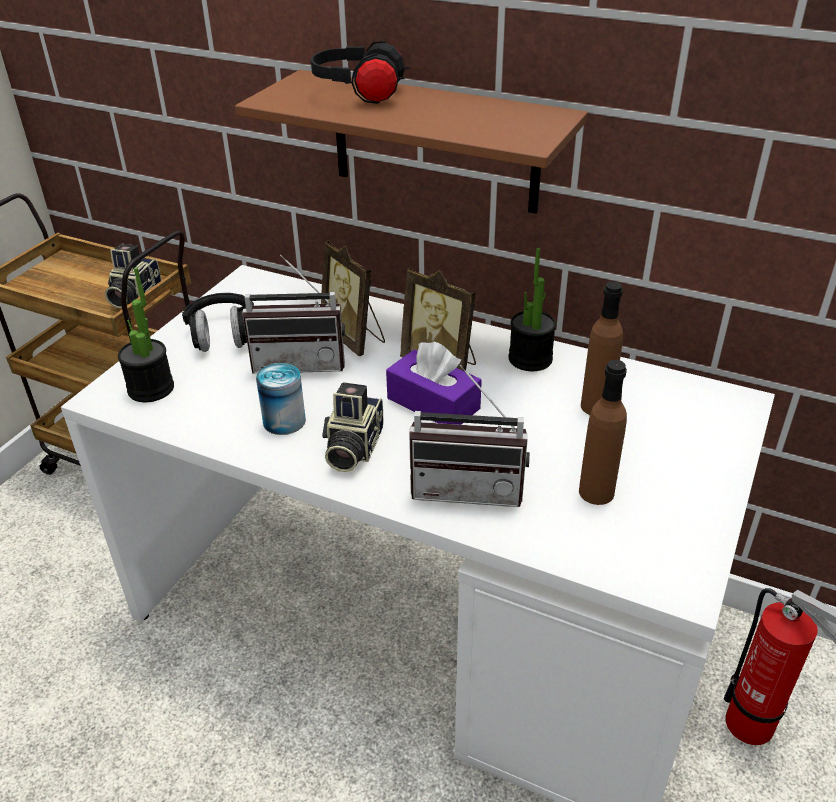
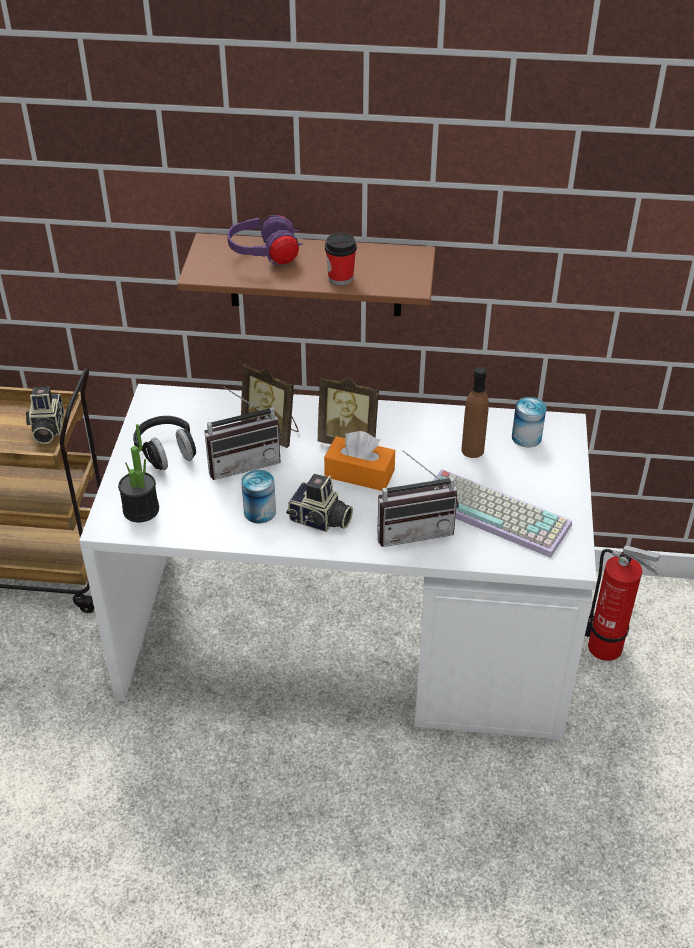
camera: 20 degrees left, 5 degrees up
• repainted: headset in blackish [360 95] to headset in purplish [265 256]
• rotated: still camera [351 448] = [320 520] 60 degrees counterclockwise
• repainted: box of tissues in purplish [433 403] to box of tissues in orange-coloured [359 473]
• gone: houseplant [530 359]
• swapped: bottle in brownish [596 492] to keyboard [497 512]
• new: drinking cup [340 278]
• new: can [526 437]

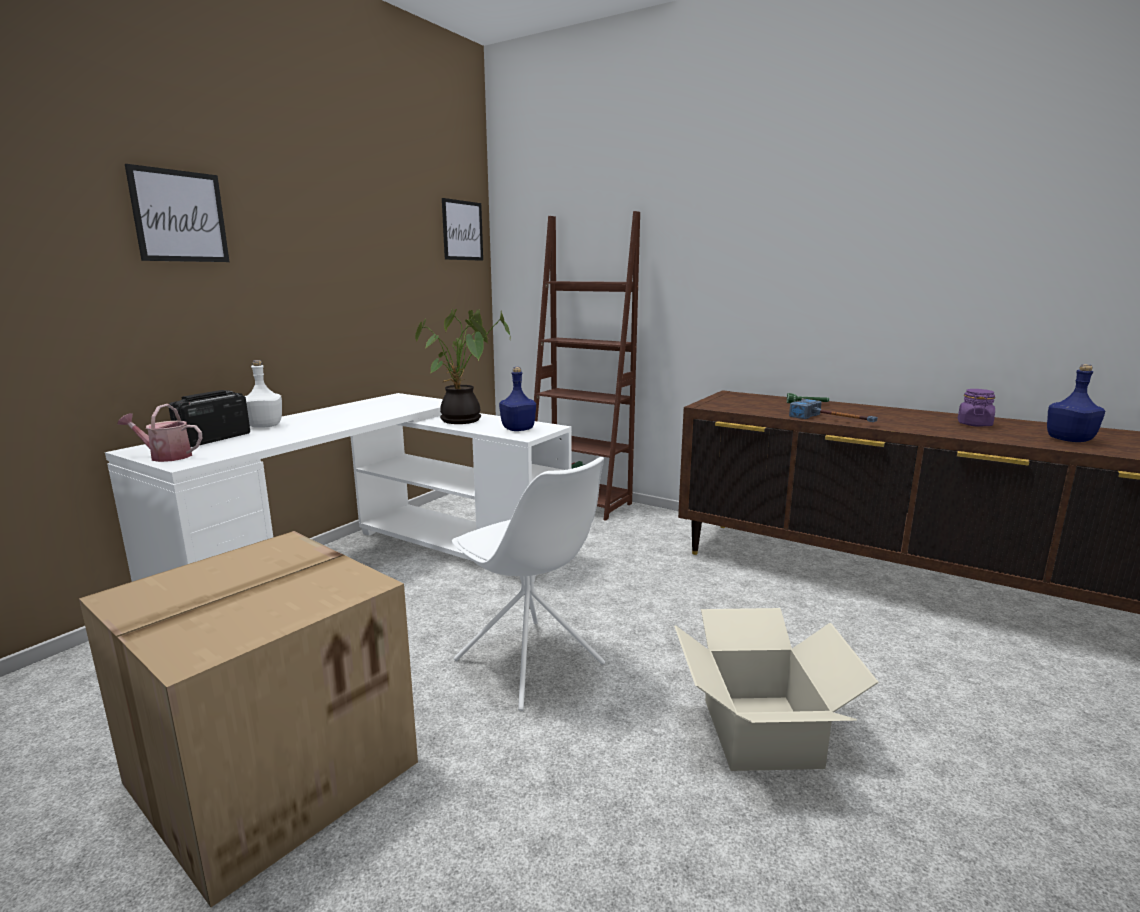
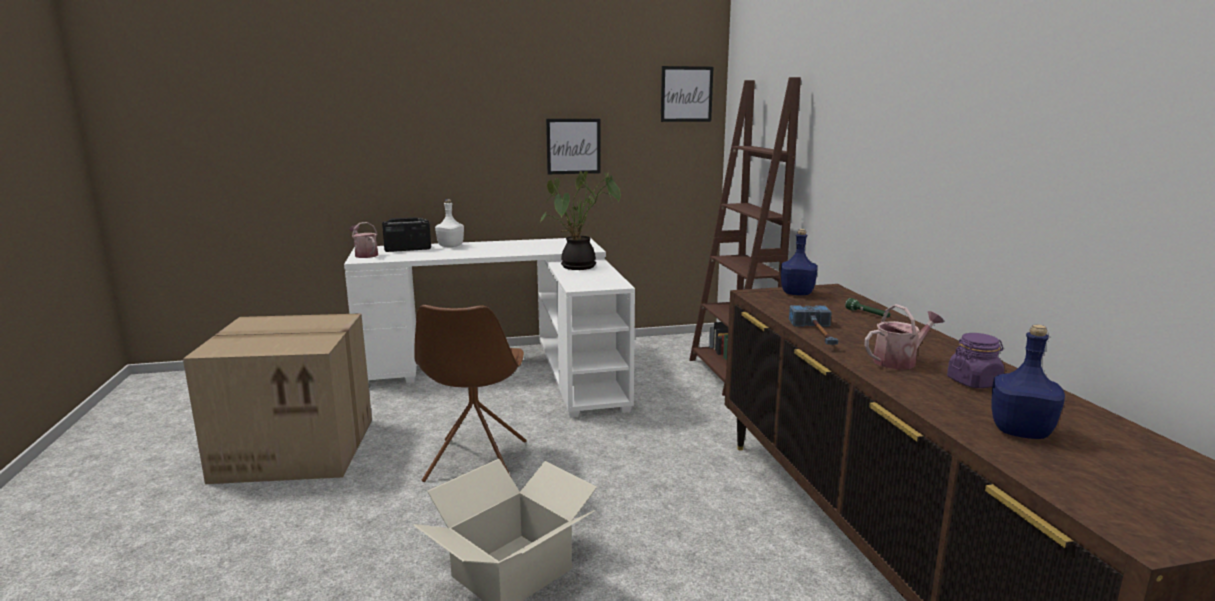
camera: 45 degrees right, 0 degrees up
• shifted: wall art [179 216] to [573 146]
• repainted: chair in white [530 664] to chair in brownish [476 462]
• shifted: bottle in blue-coloured [517 429] to [796 293]
• new: watering can [899 361]

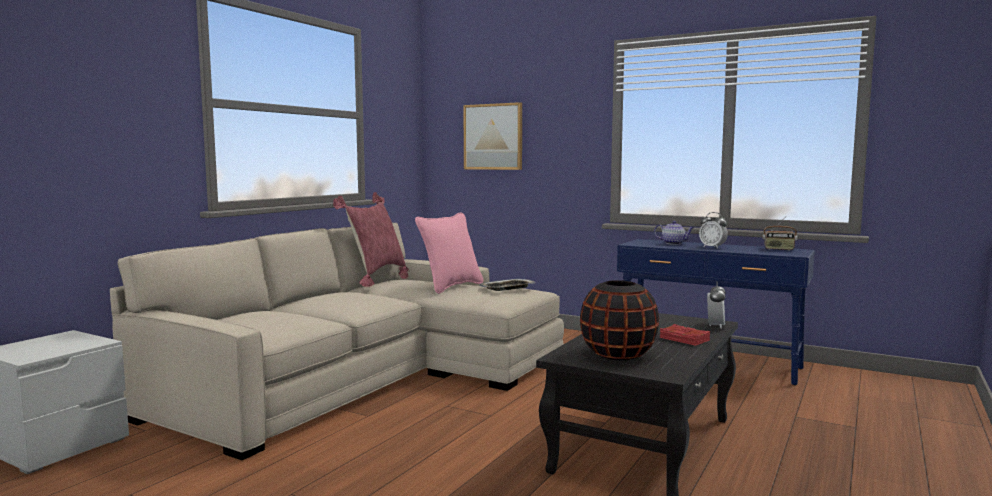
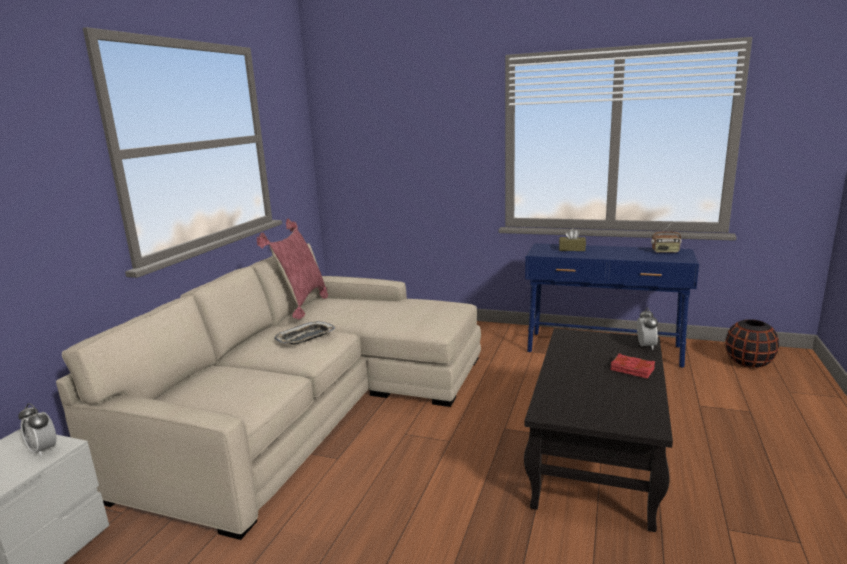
camera: 10 degrees left, 10 degrees up
• gone: throw pillow in pink-coloured [451 287]
• gone: wall art [493 137]
• shifted: carrying tray [507 288] to [305 337]
• shifted: flower vase in blackish [617 355] to [748 363]
• swapped: tea pot [673 243] to box of tissues in brownish [572 249]
• shifted: table clock [712 247] to [43 450]

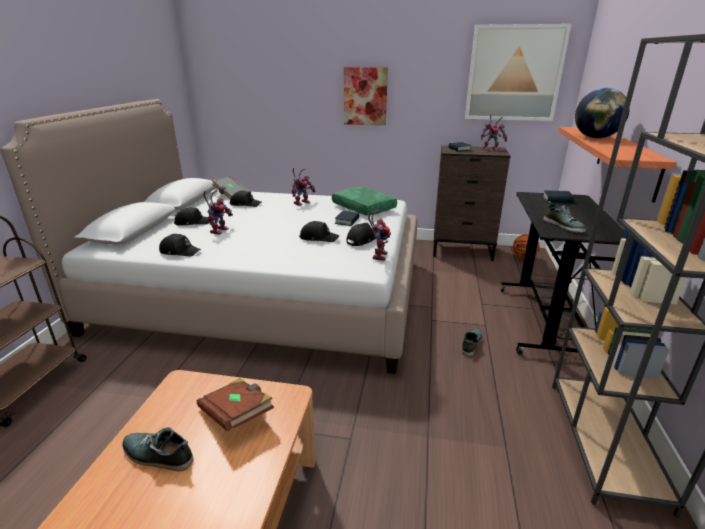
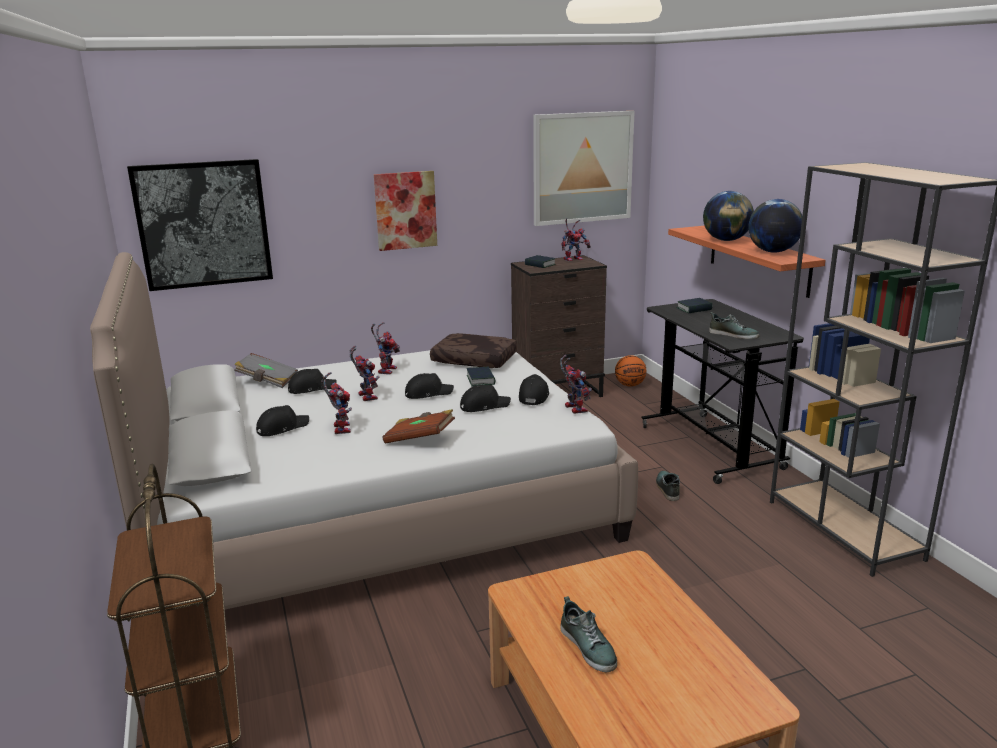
camera: 30 degrees left, 5 degrees down
• rotated: shoe [157 455] = [588 647] 105 degrees counterclockwise
• shifted: cap in blackish [180 251] to [428 393]
• shifted: bound book in brownish [237 414] to [420 439]
• repainted: throw pillow in green [362 208] to throw pillow in brownish [473 360]
• new: wall art [203 224]
• new: model robot [365 396]
• new: globe [773 252]

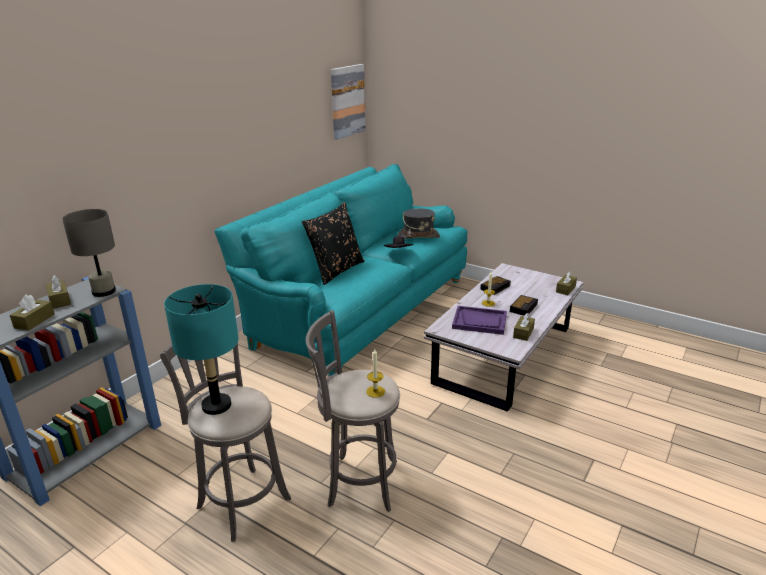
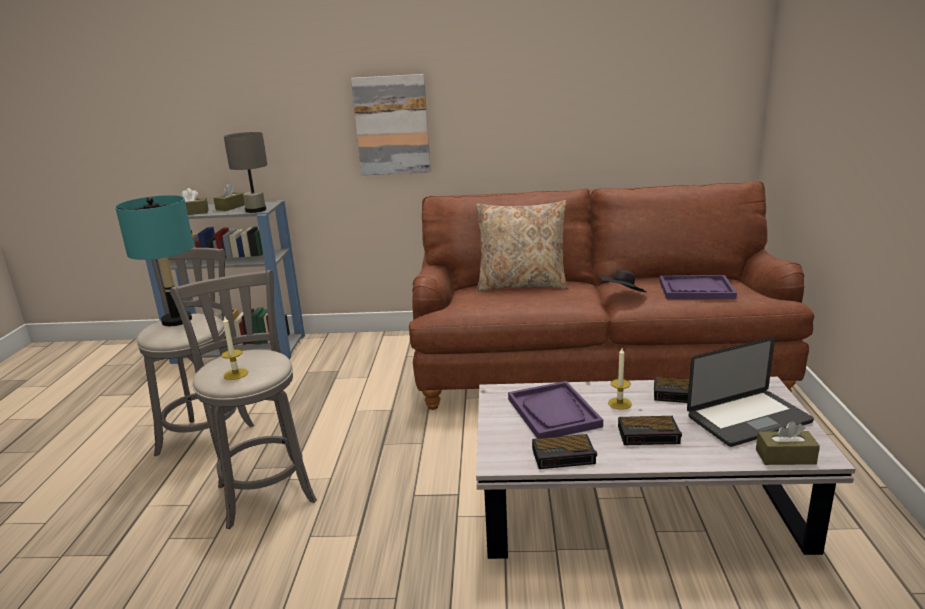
camera: 60 degrees right, 5 degrees down
• repainted: sofa in blue-green [358 309] to sofa in brownish [592 364]
• repainted: throw pillow in blackish [336 270] to throw pillow in sand-coloured [522 285]
• shifted: wall art [347 101] to [392 125]
• swapped: hat in greyish [418 236] to carrying tray in purplish [695 290]
• swapped: box of tissues in brownish [523 333] to table clock [564 456]
• new: notebook computer [748 419]

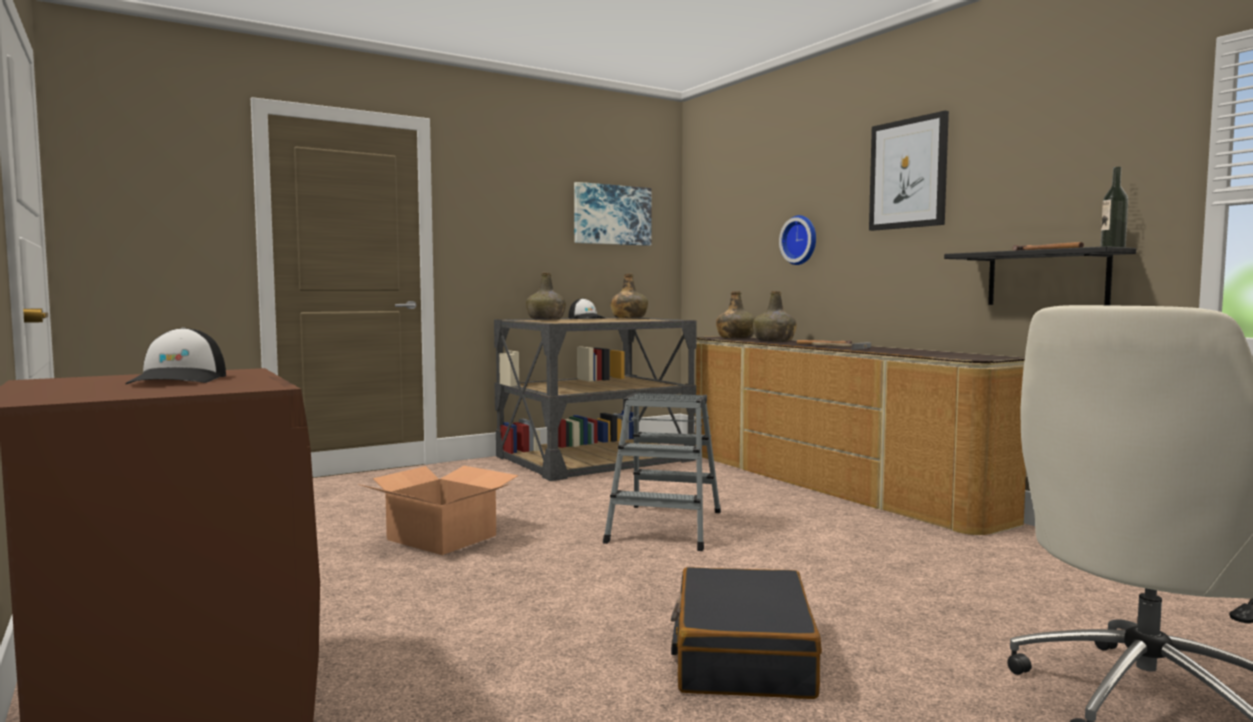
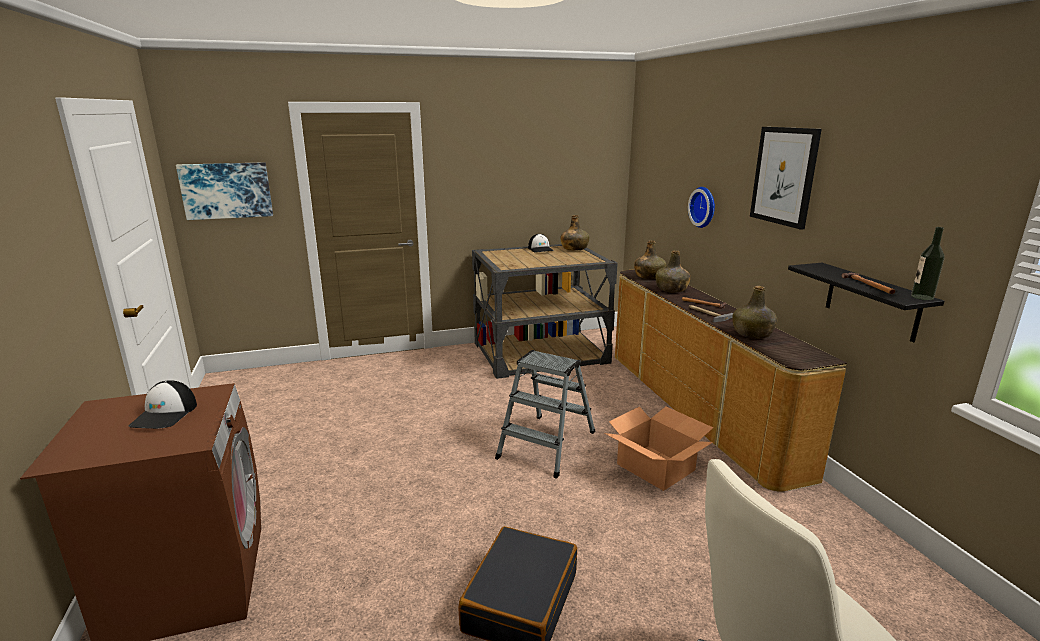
camera: 15 degrees right, 15 degrees up
• shifted: cardboard box [442 537] to [656 467]
• shifted: bottle in green [546 319] to [752 334]
• shifted: wall art [612 215] to [226 190]

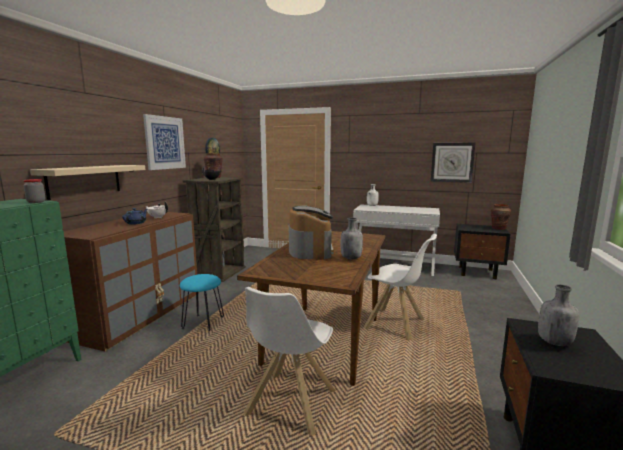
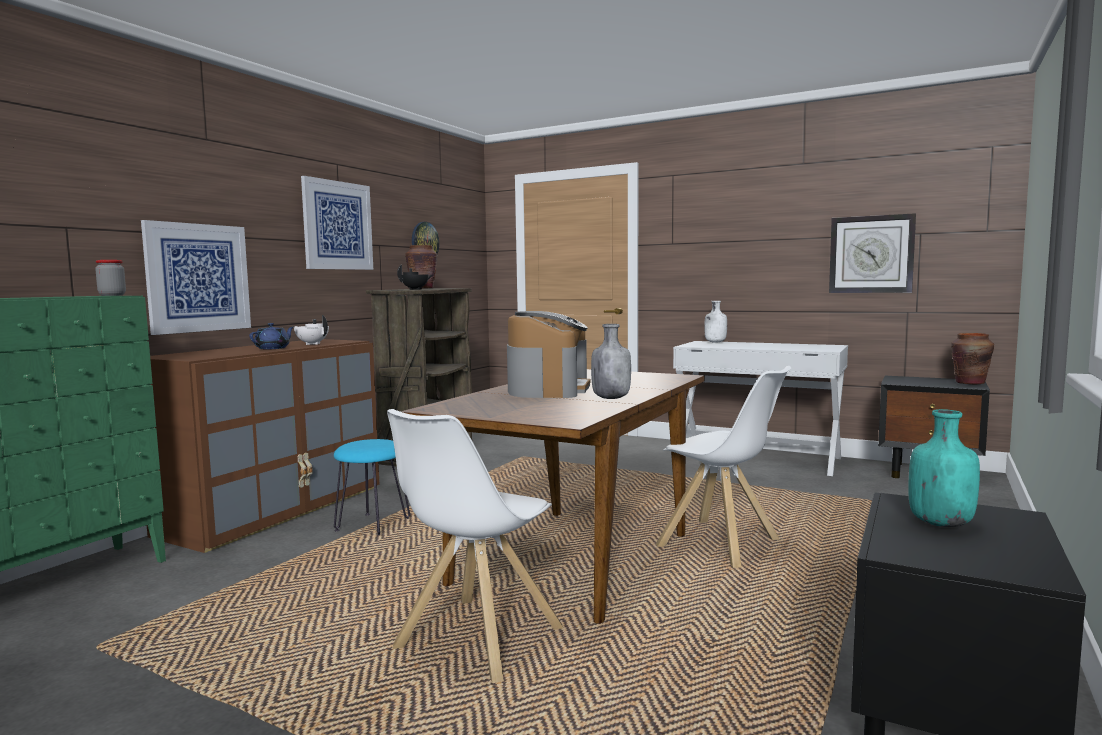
camera: 10 degrees right, 5 degrees down
• swapped: bracket shelf in sand-coloured [85 181] to wall art [198 278]
• repainted: bottle in greyish [554 342] to bottle in blue-green [940 523]

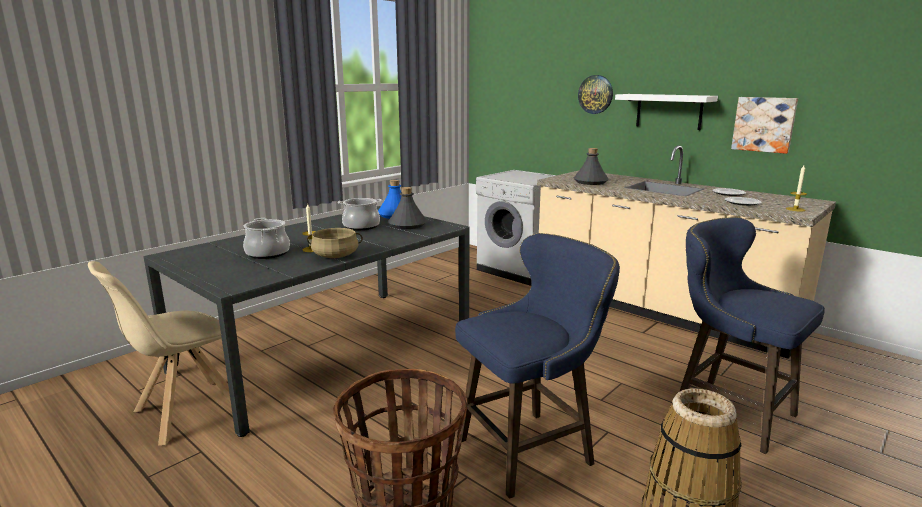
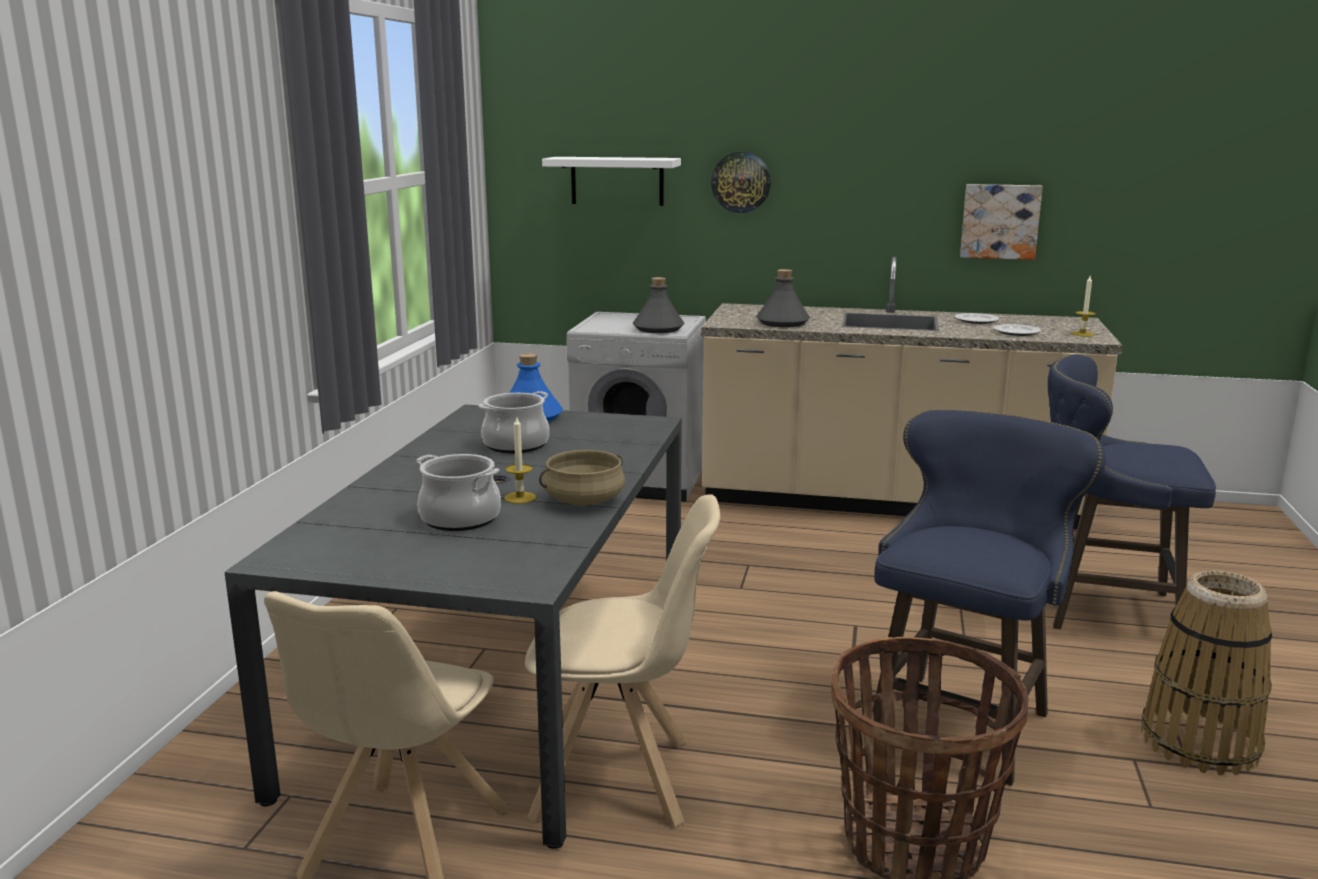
camera: 30 degrees left, 0 degrees up
• shifted: bottle in greyish [407 225] to [658 329]
• shifted: bracket shelf in white [669 111] to [617 181]
• new: chair in sand-coloured [622 779]

